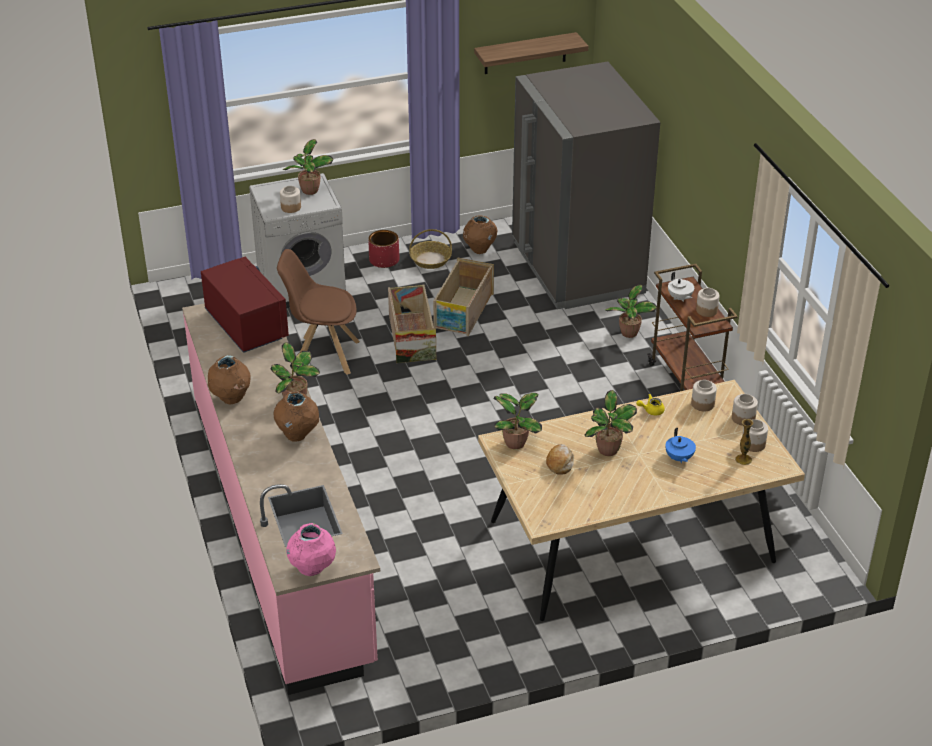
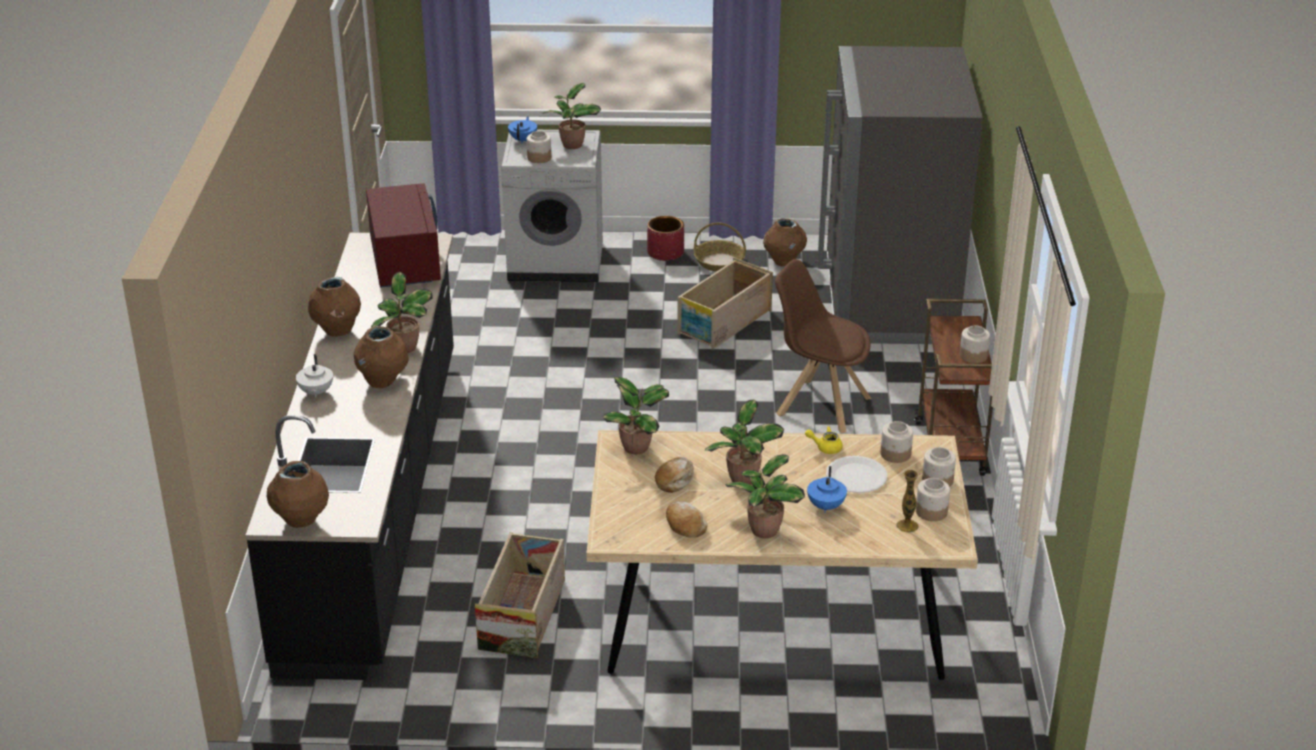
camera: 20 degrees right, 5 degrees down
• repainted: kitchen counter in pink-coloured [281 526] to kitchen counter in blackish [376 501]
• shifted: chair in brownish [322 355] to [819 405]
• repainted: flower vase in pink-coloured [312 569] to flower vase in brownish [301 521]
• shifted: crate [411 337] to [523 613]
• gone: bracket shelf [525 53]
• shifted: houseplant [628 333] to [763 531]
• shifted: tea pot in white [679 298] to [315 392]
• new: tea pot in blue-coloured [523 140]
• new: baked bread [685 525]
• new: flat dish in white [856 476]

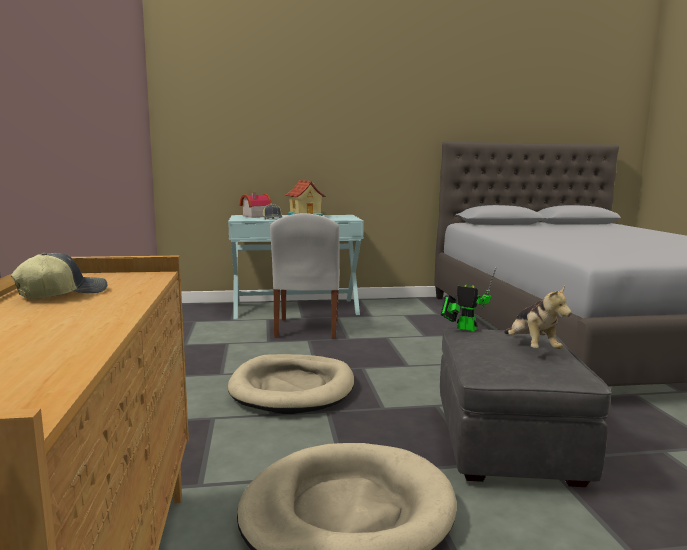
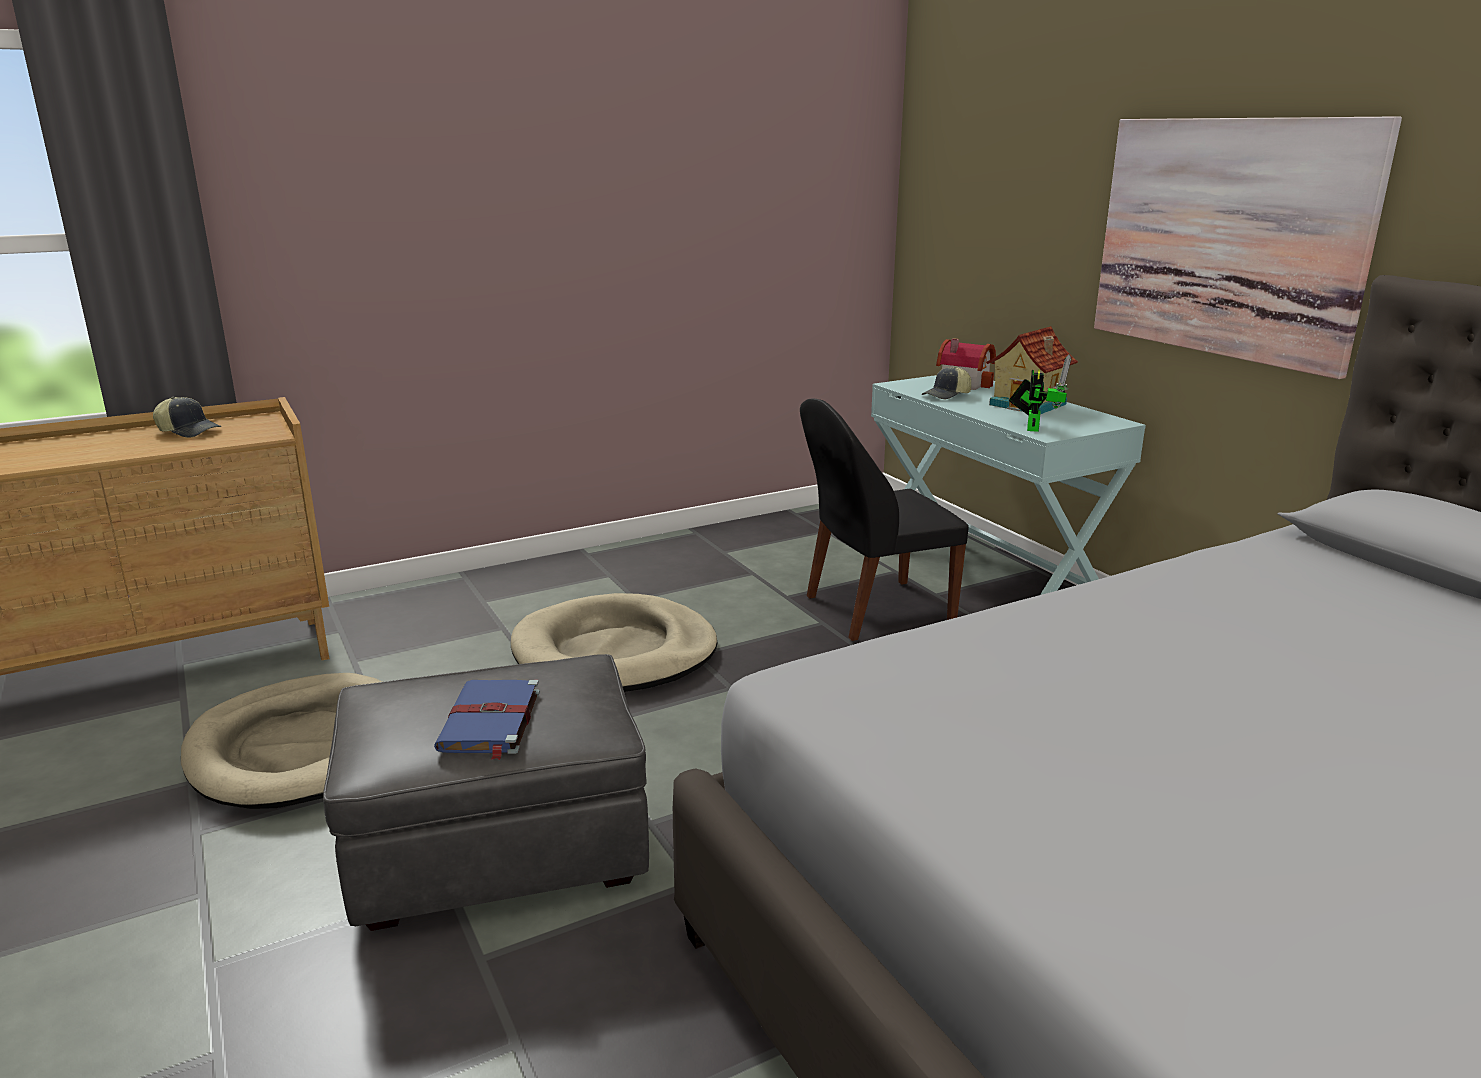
camera: 70 degrees right, 10 degrees up
• repainted: chair in white [307 329] to chair in blackish [874 610]
• shifted: model robot [463 328] to [1033 427]
• swapped: plush toy [531 348] to bound book in blue-coloured [490 722]
• new: wall art [1228 238]

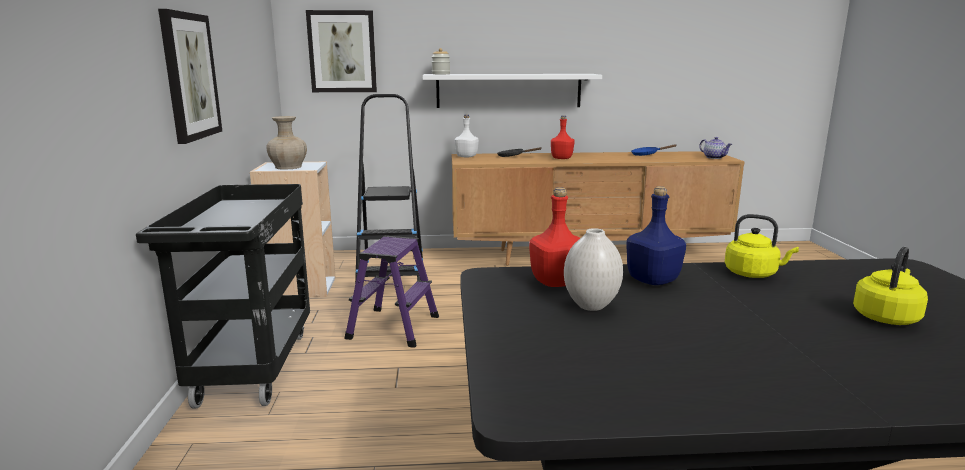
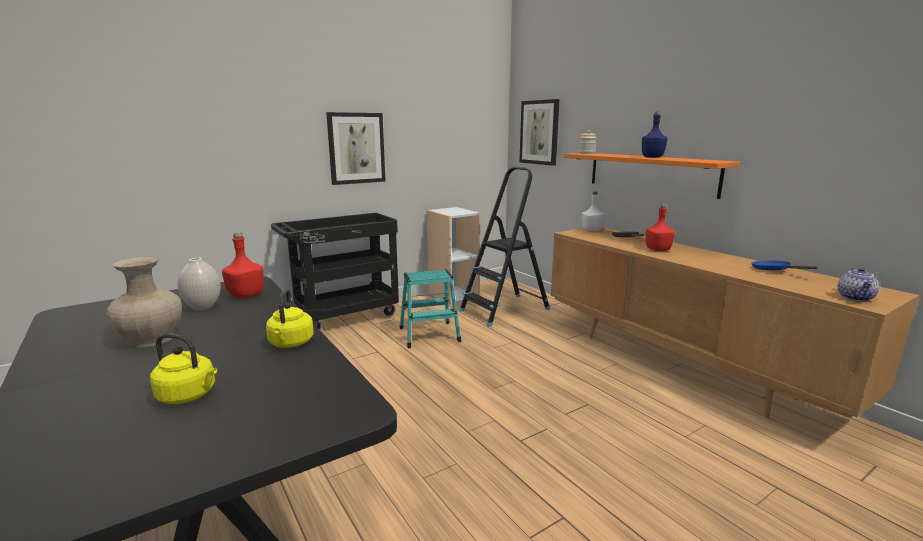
camera: 60 degrees right, 0 degrees up
• shifted: flower vase in sand-coloured [288 167] to [150 339]
• repainted: step ladder in purplish [393 327] to step ladder in blue-green [429 334]
• repainted: bracket shelf in white [509 90] to bracket shelf in orange-coloured [650 173]
• shifted: bottle in blue-coloured [651 280] to [652 157]

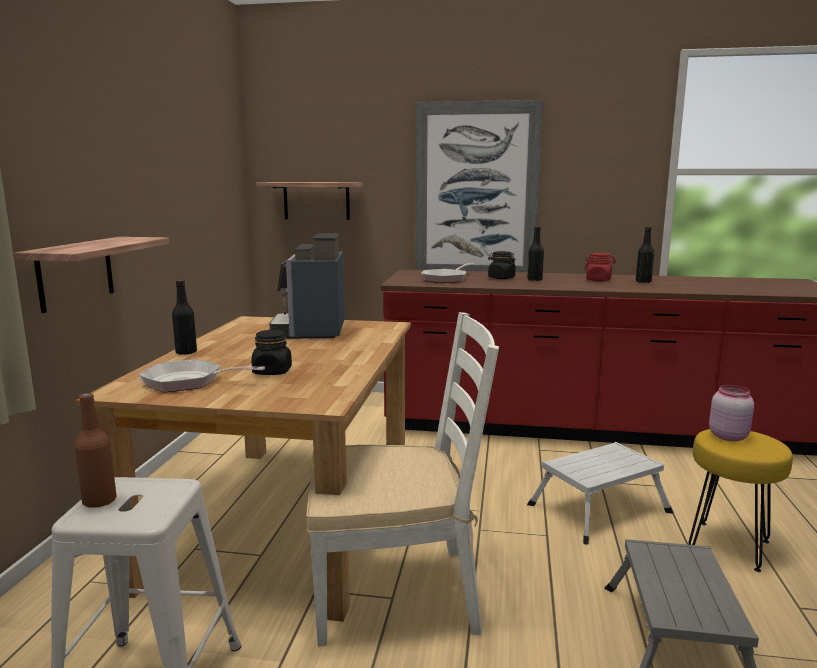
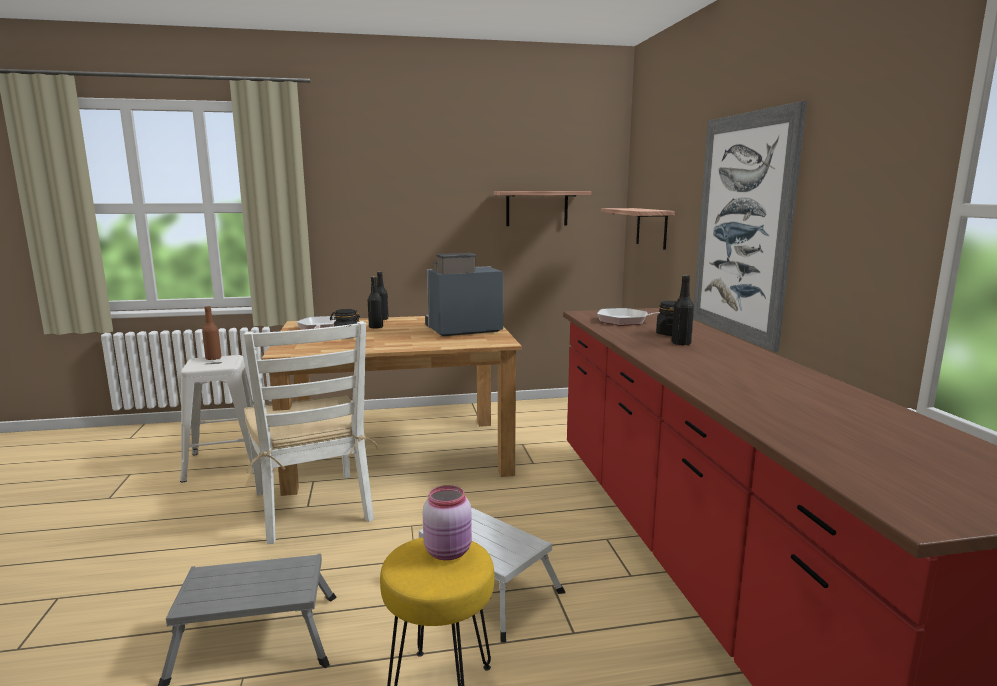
camera: 70 degrees right, 0 degrees up
• shifted: bracket shelf [76 273] to [537 208]
• gone: storage jar in red-coloured [598 280]
• shifted: bottle in blackish [643 281] to [376 327]

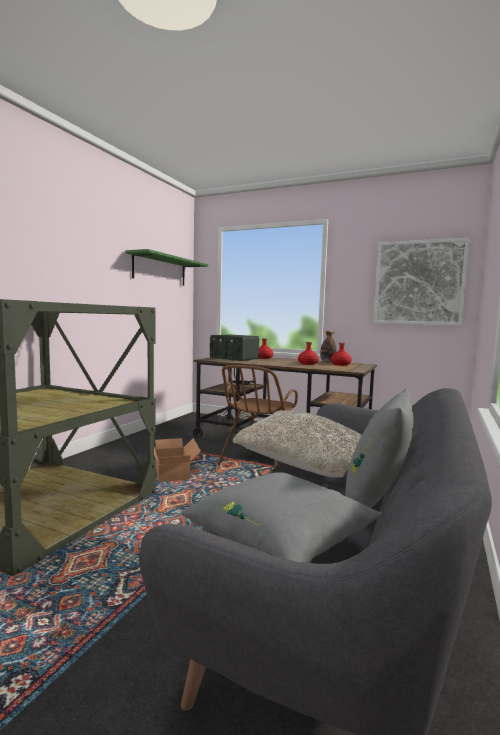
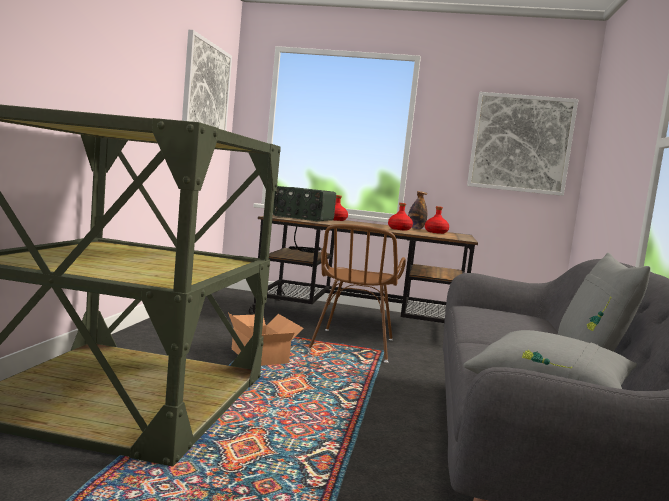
camera: 15 degrees left, 0 degrees up
• swapped: bracket shelf in green [160 270] to wall art [206 94]
• gone: throw pillow in sand-coloured [304 460]

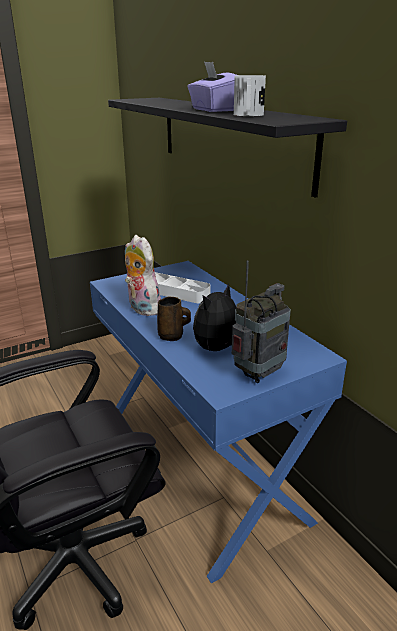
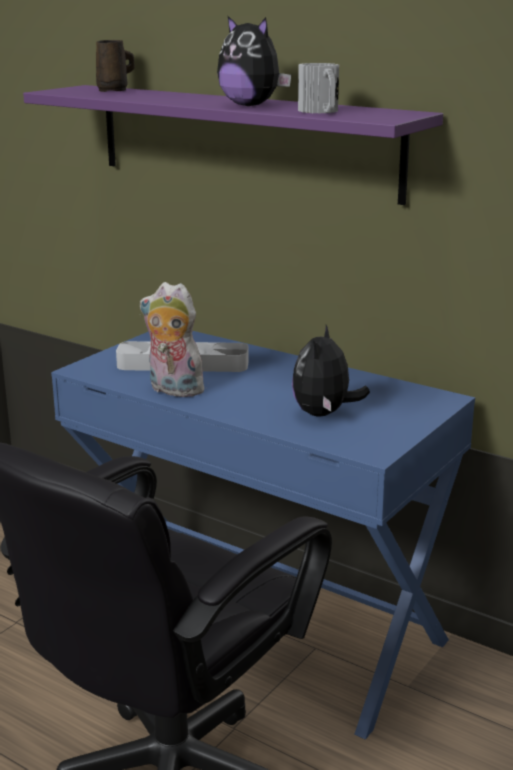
camera: 25 degrees left, 5 degrees down
• repainted: bracket shelf in blackish [229 139] to bracket shelf in purplish [244 140]
• shifted: tea mug in brownish [172 336] to [114 90]
• swapped: box of tissues in purplish [213 110] to plush toy [251 105]
• gone: radio set [259 373]

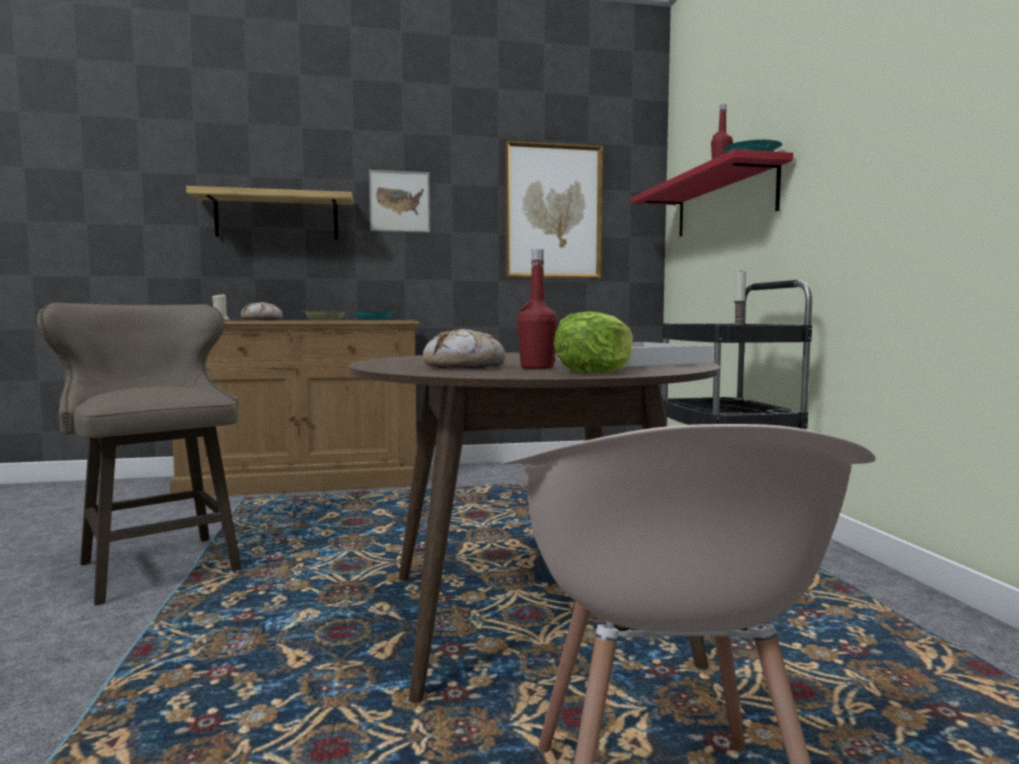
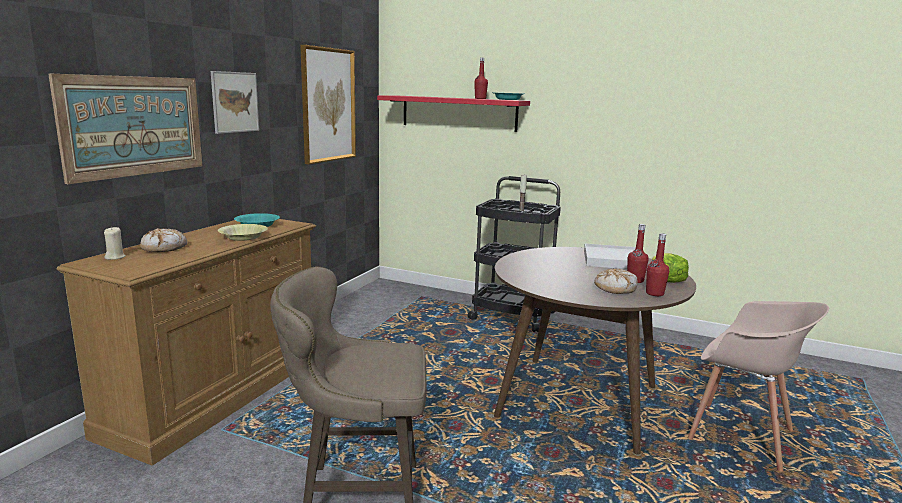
camera: 55 degrees left, 10 degrees up
• swapped: bracket shelf [277 217] to wall art [134 126]
• new: bottle in red-coloured [654 293]

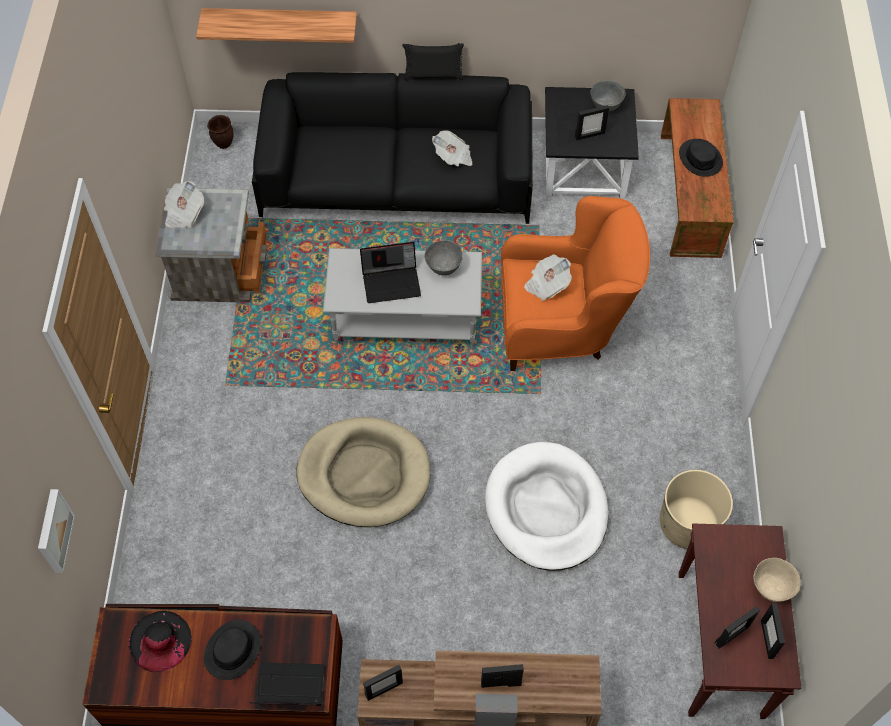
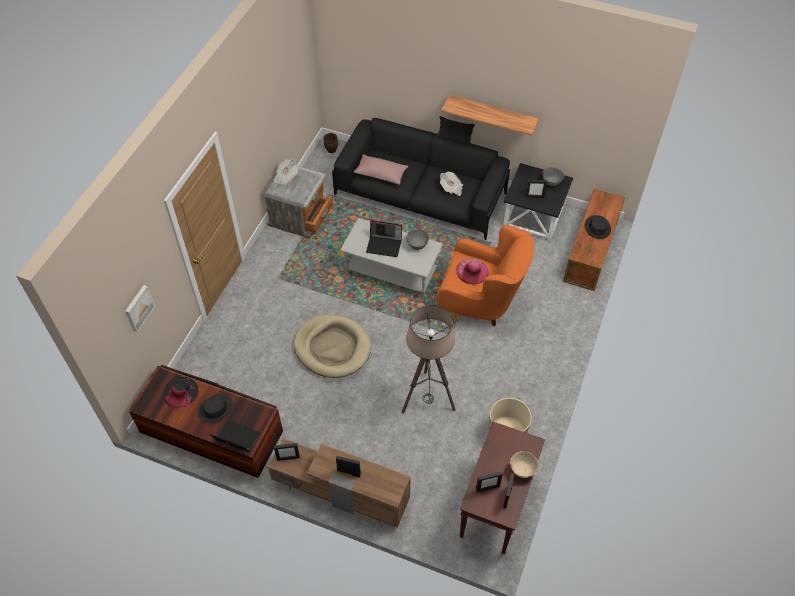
camera: 20 degrees right, 5 degrees down
• shifted: bracket shelf [280 21] to [492 113]
• swapped: dog cushion in white [546 509] to floor lamp [427 398]
• swapped: printed paper [546 284] to hat in pink-coloured [472 271]
• new: throw pillow in pink-coloured [381 174]

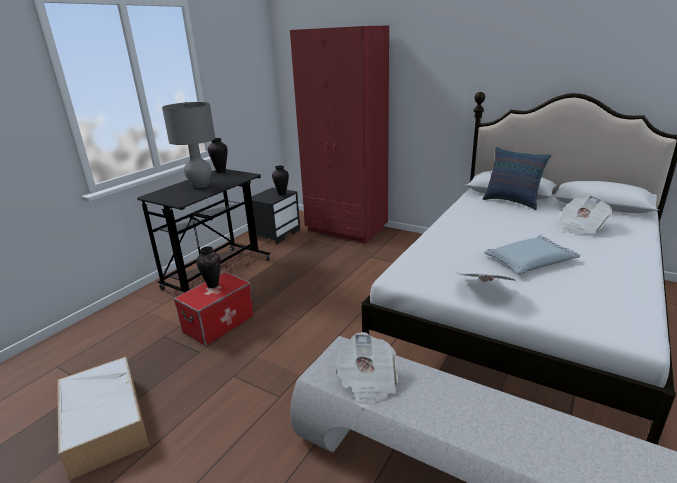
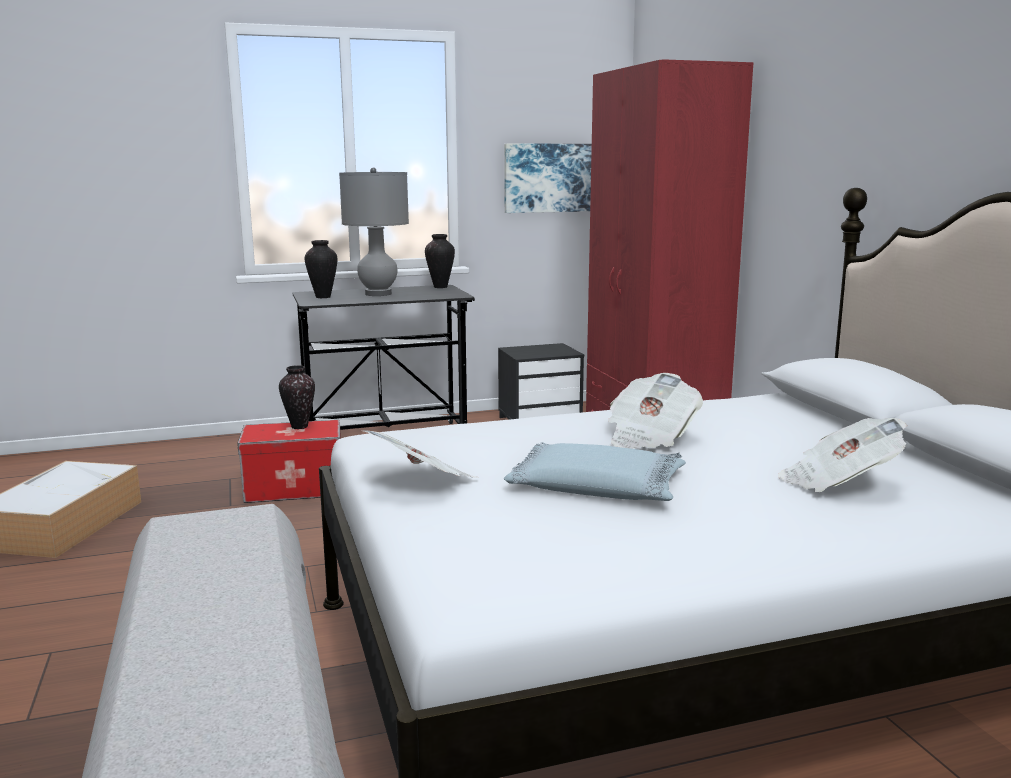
camera: 40 degrees right, 10 degrees down
• shifted: flower vase [282 194] to [322 297]
• shifted: printed paper [367 383] to [649 437]
• gone: throw pillow in blue-coloured [511 202]
• new: wall art [551 178]

